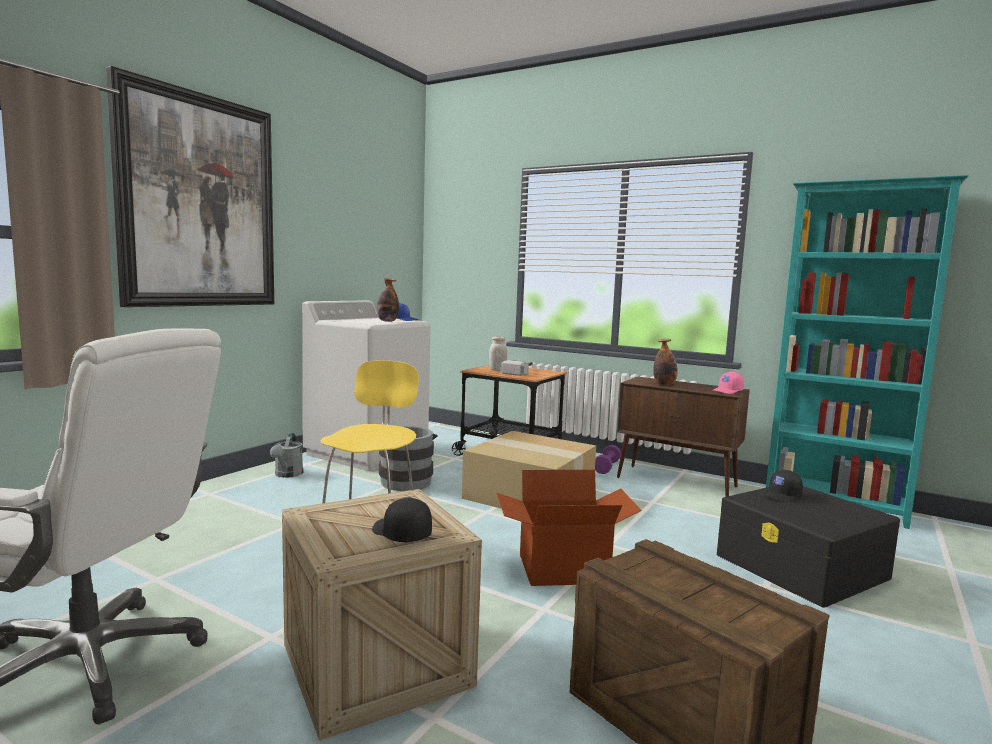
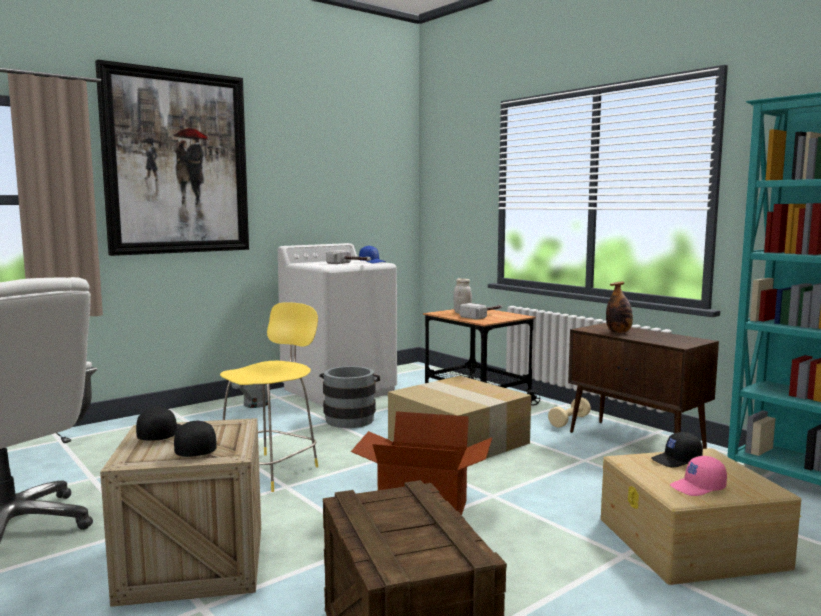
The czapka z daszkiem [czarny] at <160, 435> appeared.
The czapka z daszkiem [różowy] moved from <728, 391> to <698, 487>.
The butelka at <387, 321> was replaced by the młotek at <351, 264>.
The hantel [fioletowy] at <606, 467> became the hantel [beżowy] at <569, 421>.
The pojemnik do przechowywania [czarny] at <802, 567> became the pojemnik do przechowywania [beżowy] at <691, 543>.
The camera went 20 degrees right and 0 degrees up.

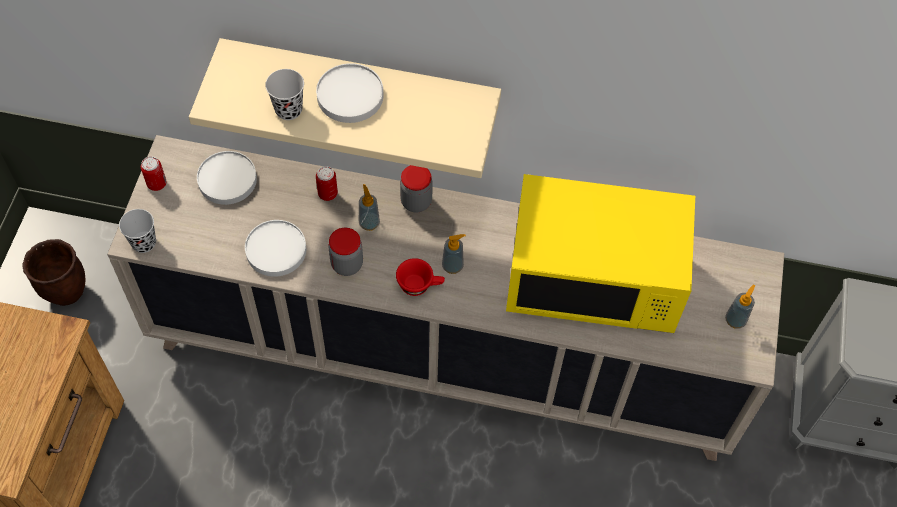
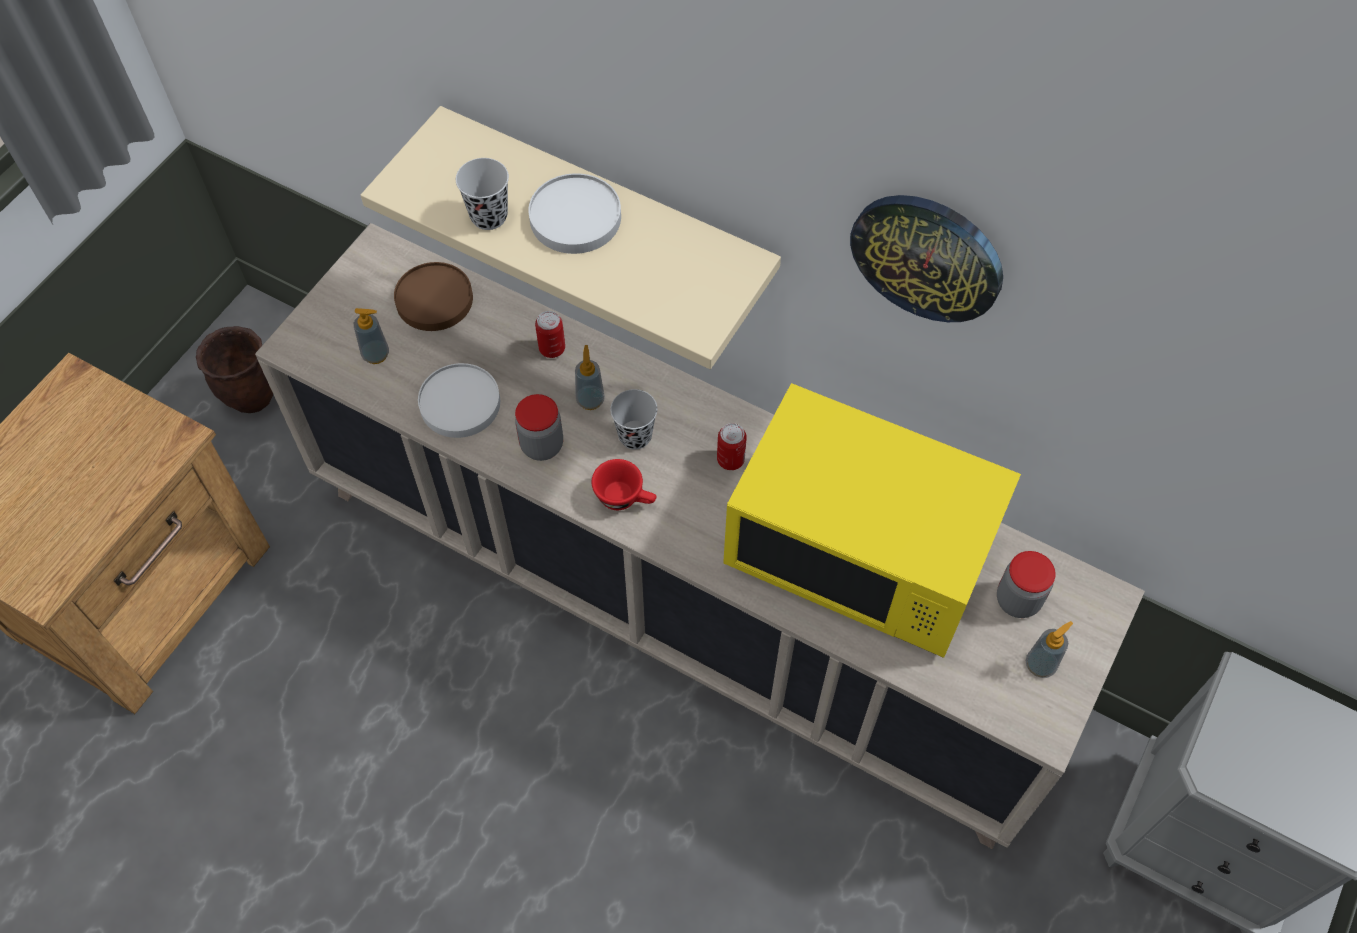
The zegar ścienny at <927, 256> appeared.
The filiżanka [czarny] moved from <144, 243> to <635, 436>.
The puszka moved from <156, 184> to <730, 460>.
The słoik moved from <416, 201> to <1017, 600>.
The dozownik mydła moved from <452, 266> to <376, 354>.
The talerz [biały] at <227, 179> became the talerz [brązowy] at <434, 299>.
The camera went 20 degrees right and 0 degrees up.

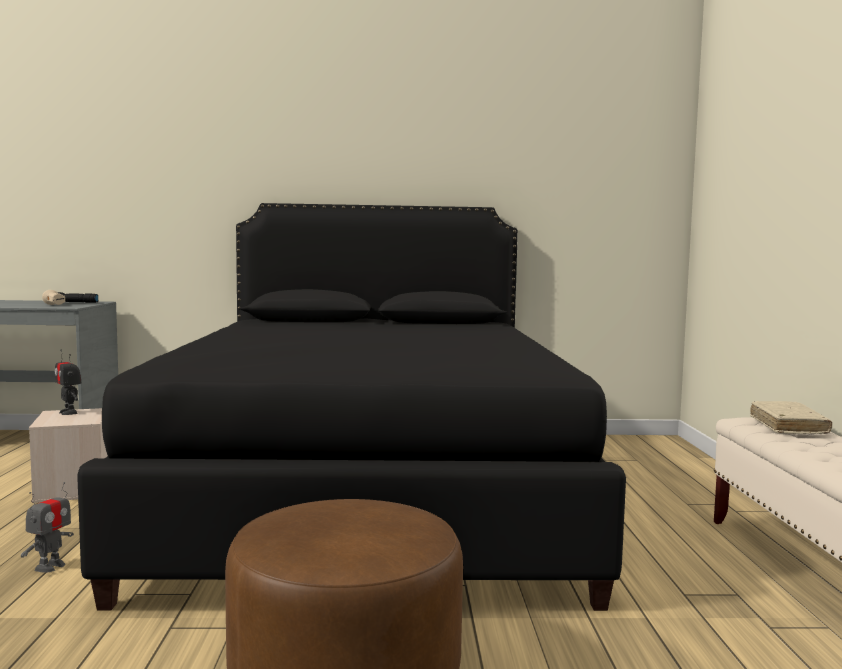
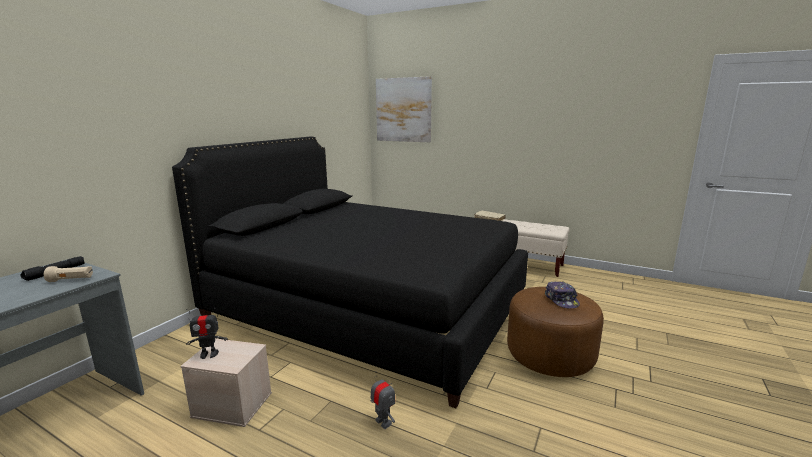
The obraz at <403, 110> appeared.
The czapka z daszkiem at <561, 300> appeared.
The camera went 60 degrees left and 10 degrees up.

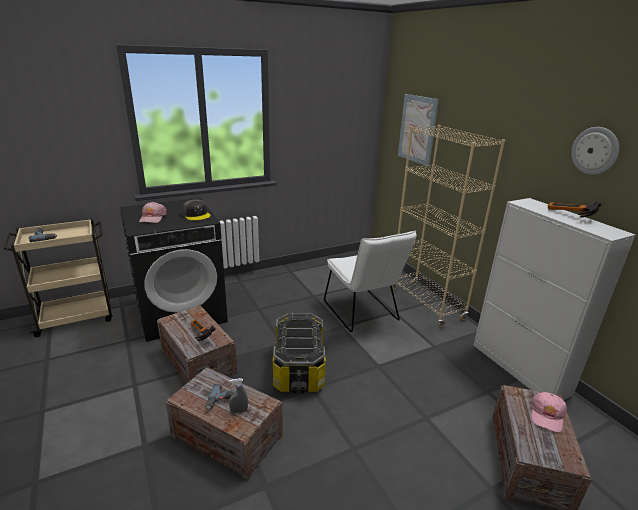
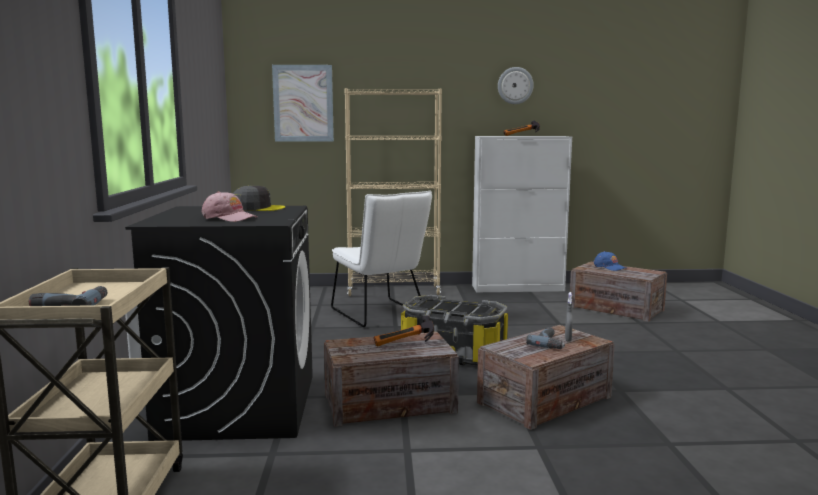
The czapka z daszkiem [różowy] at <547, 415> became the czapka z daszkiem [niebieski] at <609, 267>.
The krzesło [biały] at <363, 313> turned 60 degrees clockwise.
The camera went 65 degrees left and 15 degrees down.

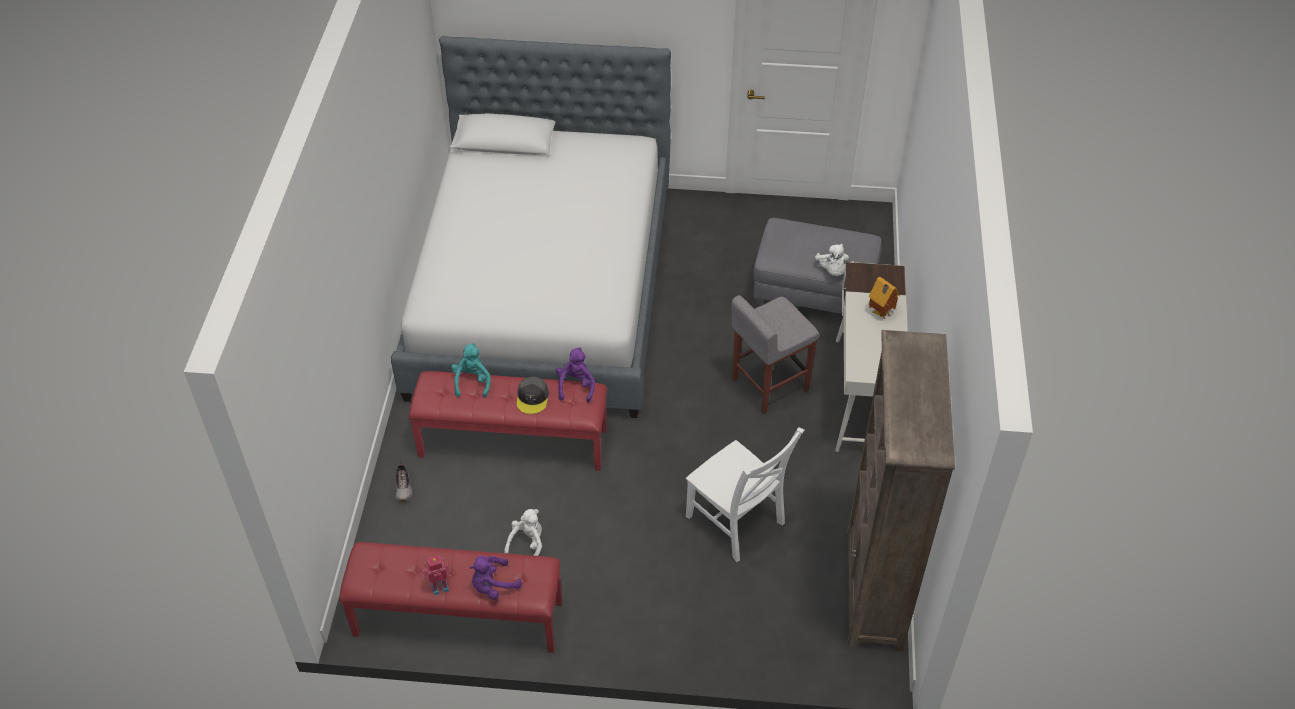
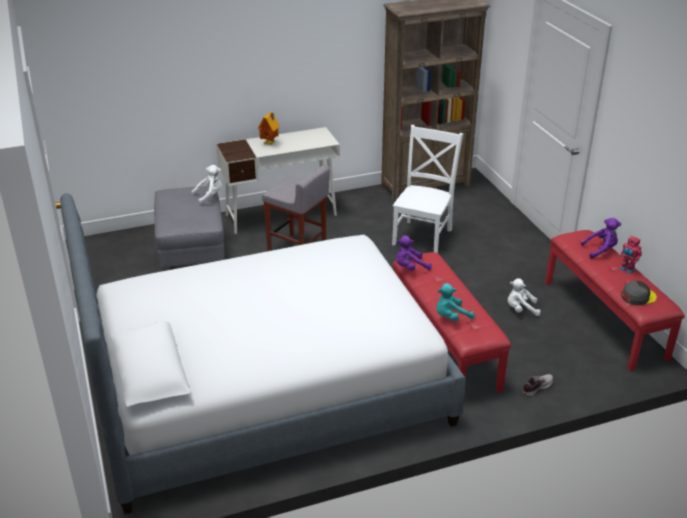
The czapka z daszkiem [szary] moved from <532, 398> to <638, 296>.
The pluszak [fioletowy] at <493, 586> turned 45 degrees counterclockwise.
The camera went 115 degrees left and 15 degrees down.

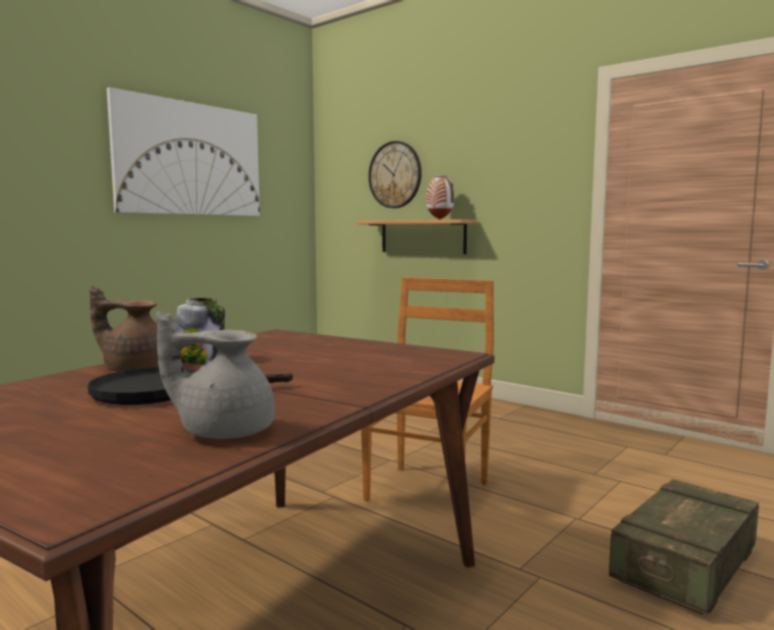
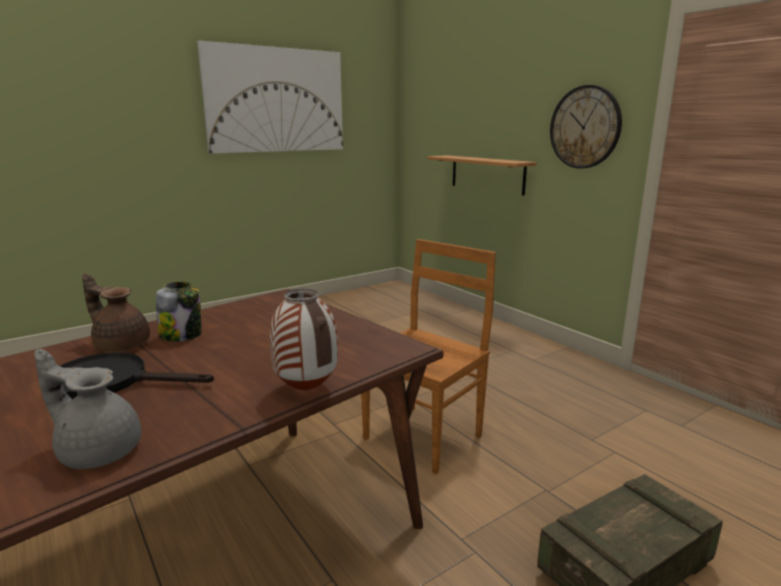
The zegar ścienny moved from <395, 175> to <585, 127>.
The wazon moved from <439, 219> to <305, 390>.
The camera went 15 degrees right and 10 degrees up.

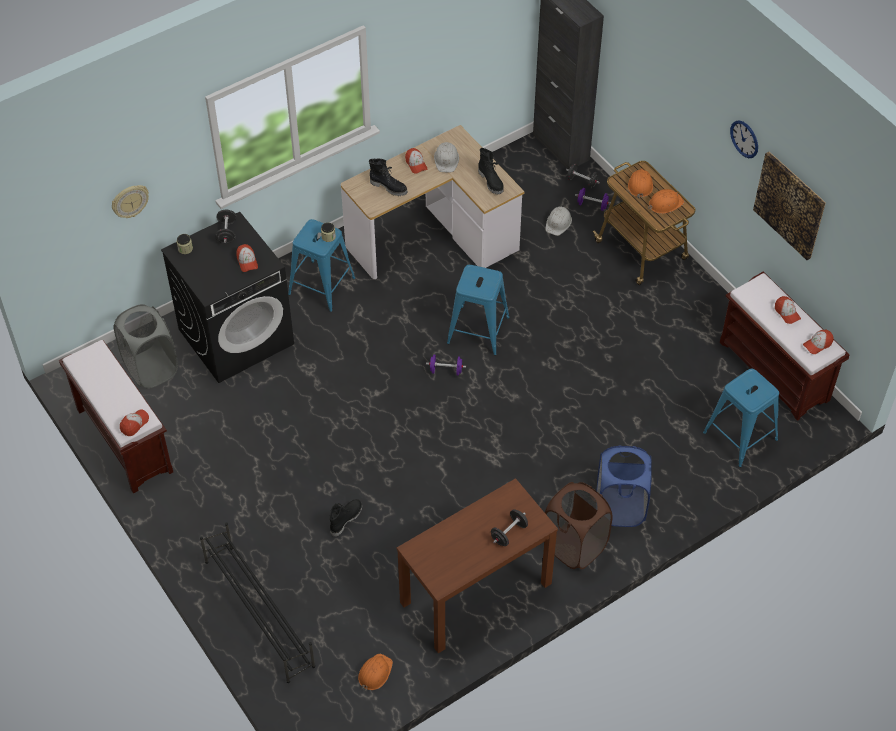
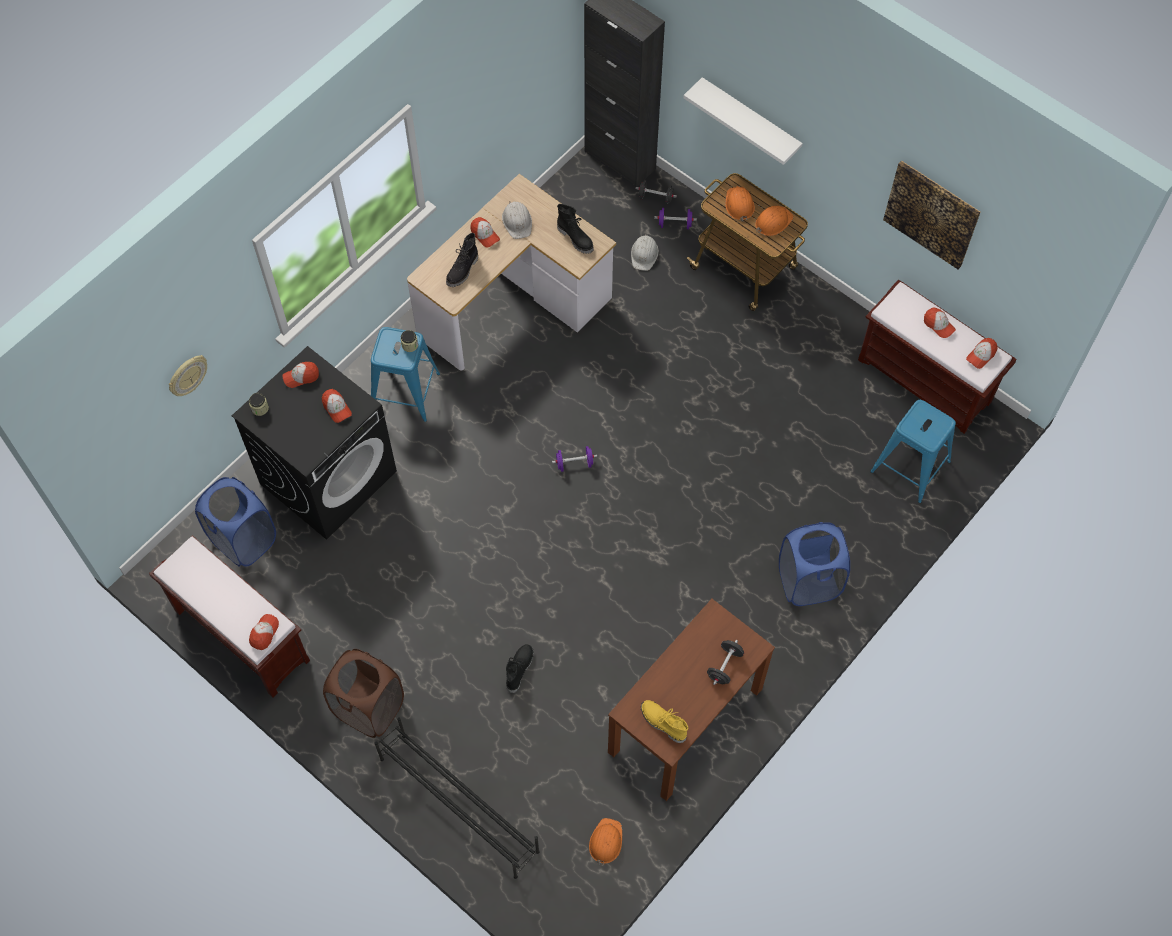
The stołek [niebieski] at <478, 330> disappeared.
The zegar ścienny at <744, 139> disappeared.
The but z cholewką [żółty] at <662, 723> appeared.
The półka [biały] at <750, 120> appeared.
The kosz na pranie [brązowy] moved from <574, 546> to <369, 708>.
The hantel [czarny] at <227, 233> was replaced by the czapka z daszkiem at <301, 377>.
The kosz na pranie [szary] at <151, 368> became the kosz na pranie [niebieski] at <243, 540>.
The but z cholewką [czarny] at <389, 187> turned 105 degrees clockwise.
The camera went 15 degrees left and 10 degrees up.

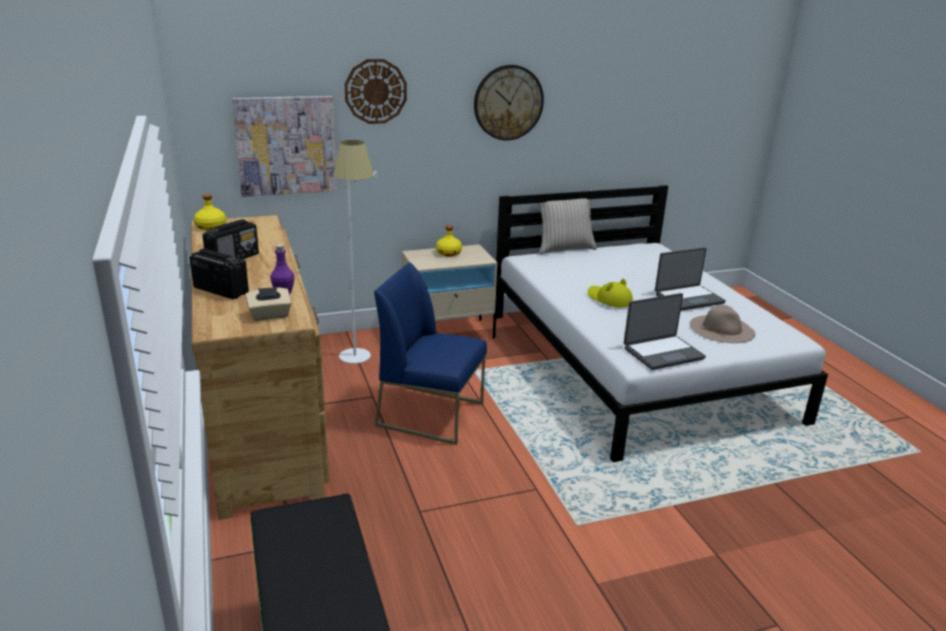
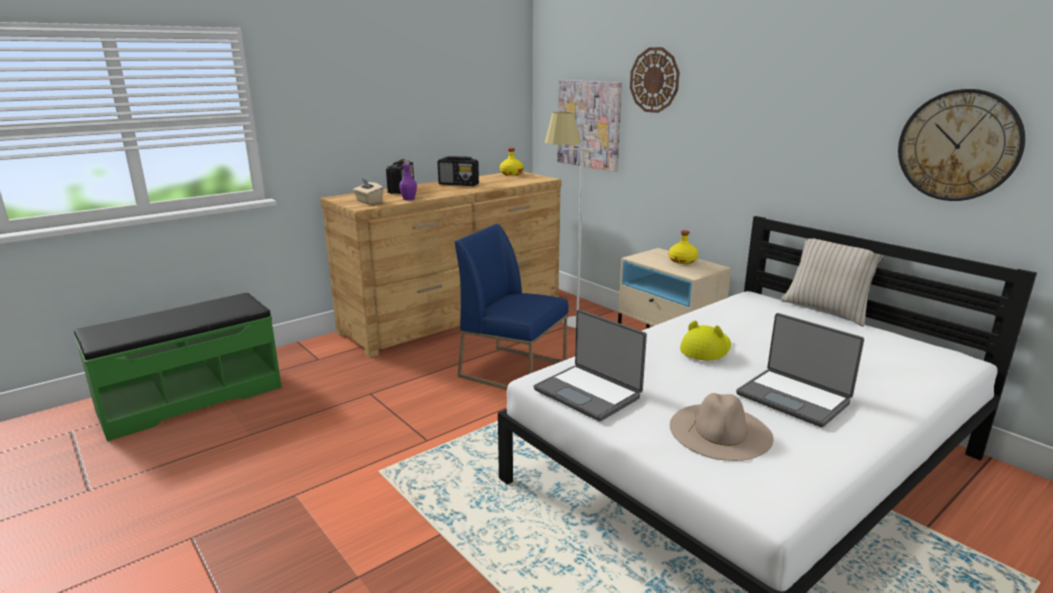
The zegar ścienny moved from <508, 102> to <958, 145>.
The krzesło [niebieski] at <431, 414> turned 60 degrees counterclockwise.
The camera went 70 degrees right and 5 degrees down.

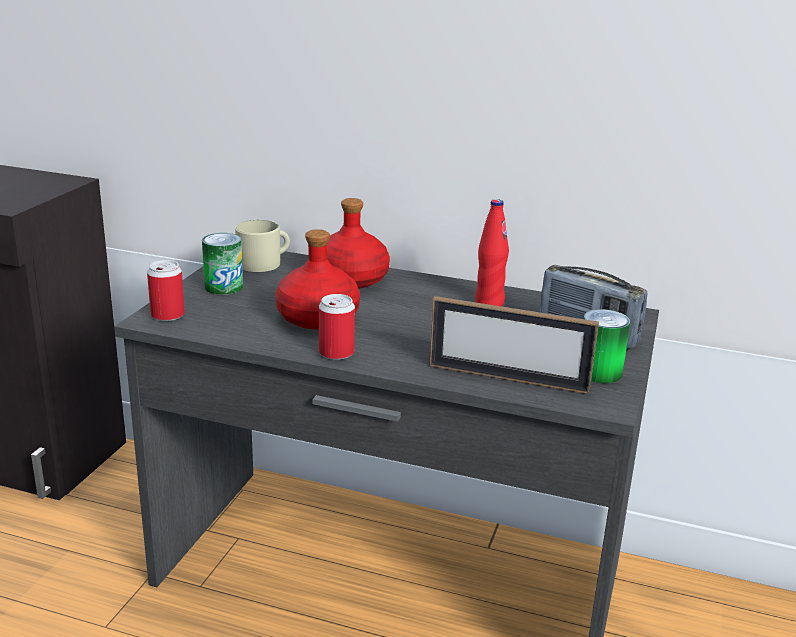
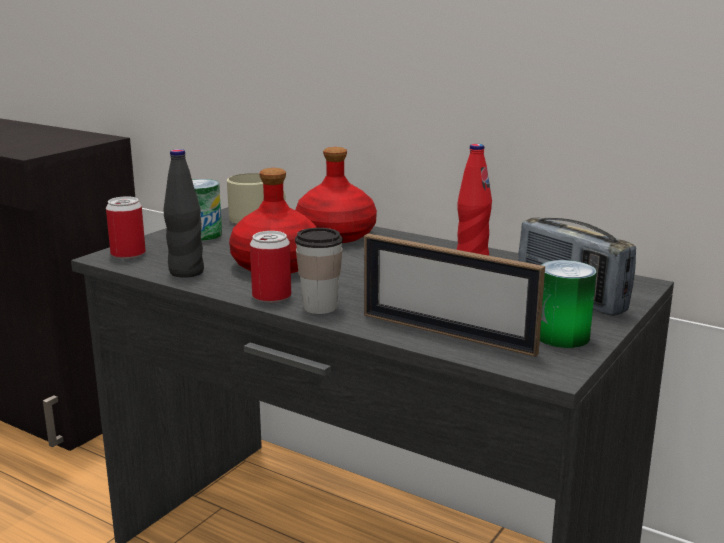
The butelka [czarny] at <186, 272> appeared.
The filiżanka at <320, 307> appeared.
The camera went 15 degrees right and 5 degrees down.

